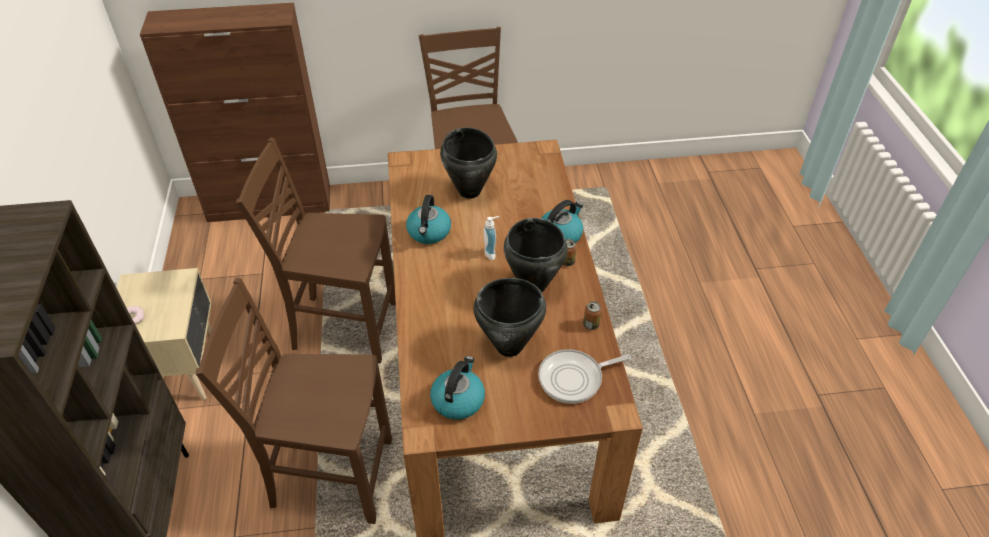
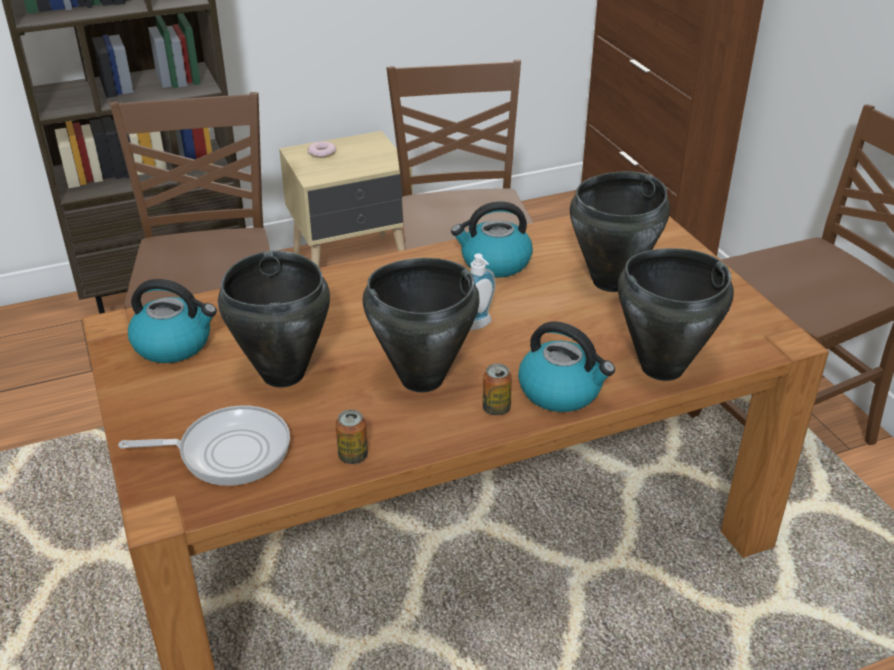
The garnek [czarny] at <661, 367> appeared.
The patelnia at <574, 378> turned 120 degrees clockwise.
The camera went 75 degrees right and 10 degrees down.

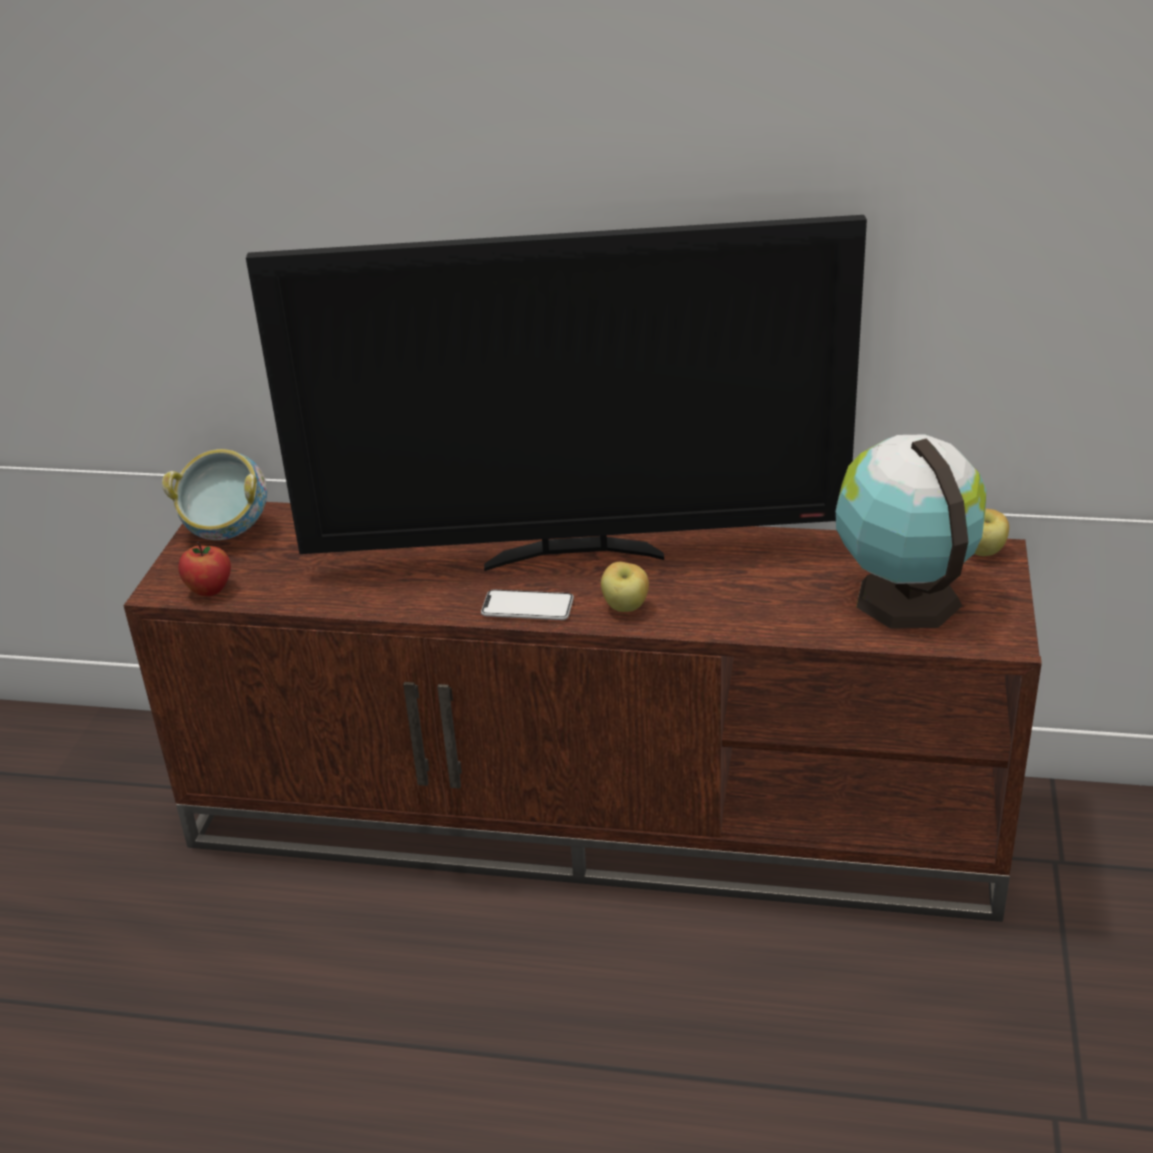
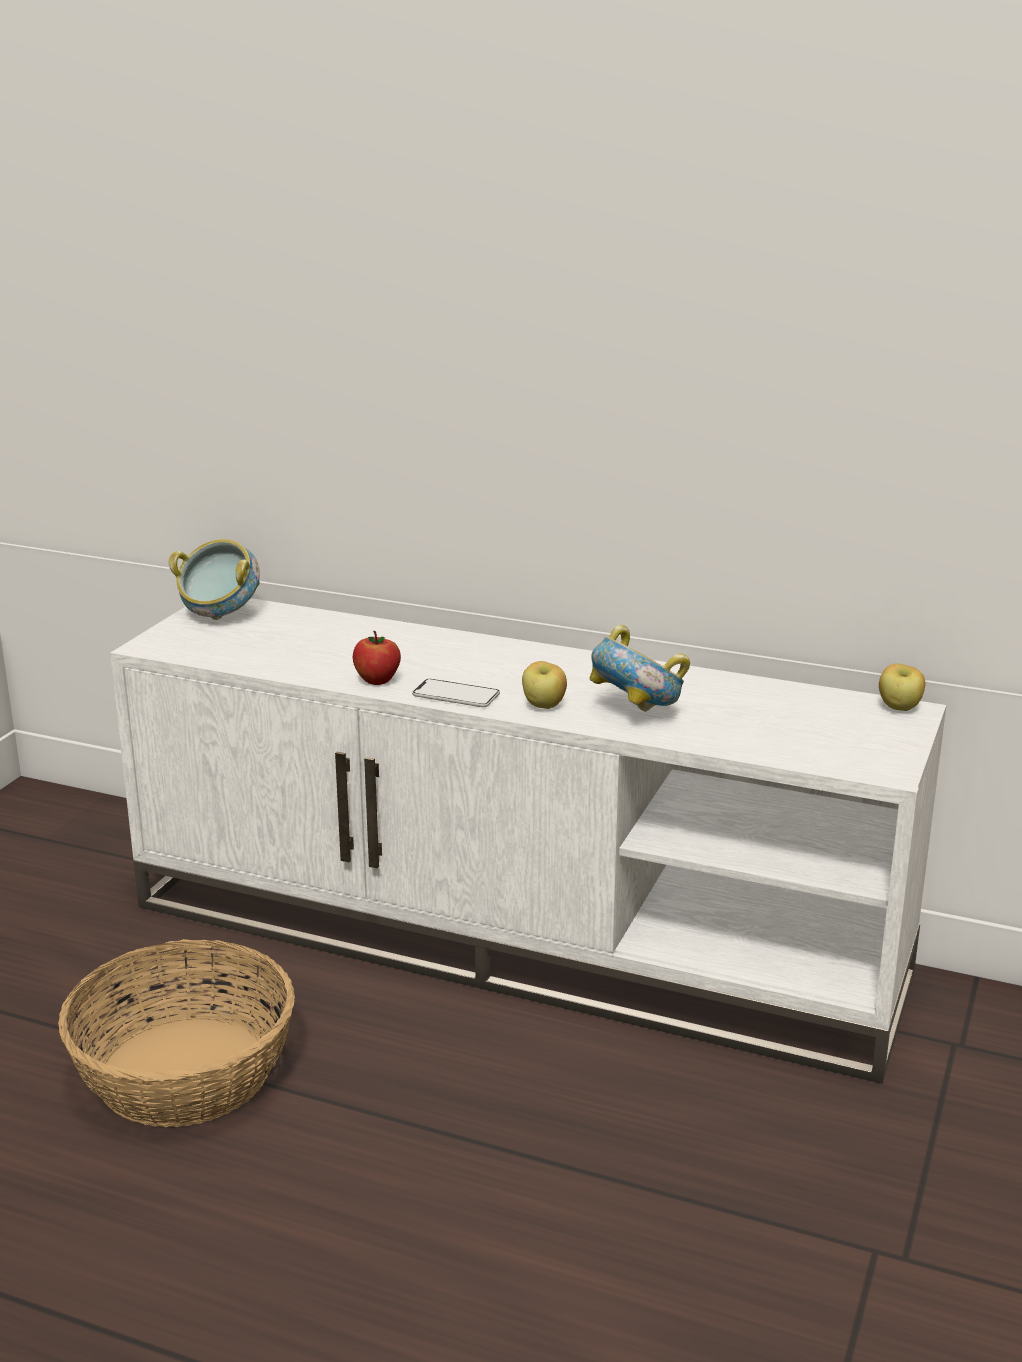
The telewizor at <575, 553> disappeared.
The globus at <903, 596> disappeared.
The koszyk at <183, 1071> appeared.
The miska at <637, 713> appeared.
The jabłko moved from <209, 590> to <377, 681>.
The szafka pod telewizor [brązowy] at <597, 814> became the szafka pod telewizor [biały] at <518, 938>.
The camera went 10 degrees right and 10 degrees down.

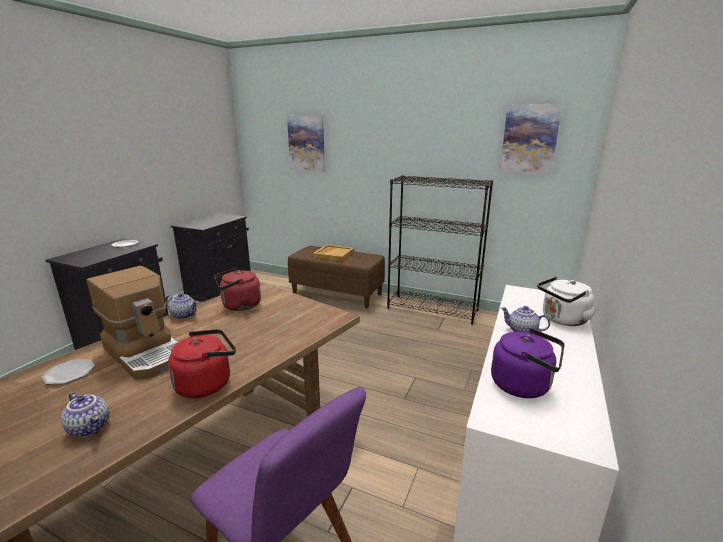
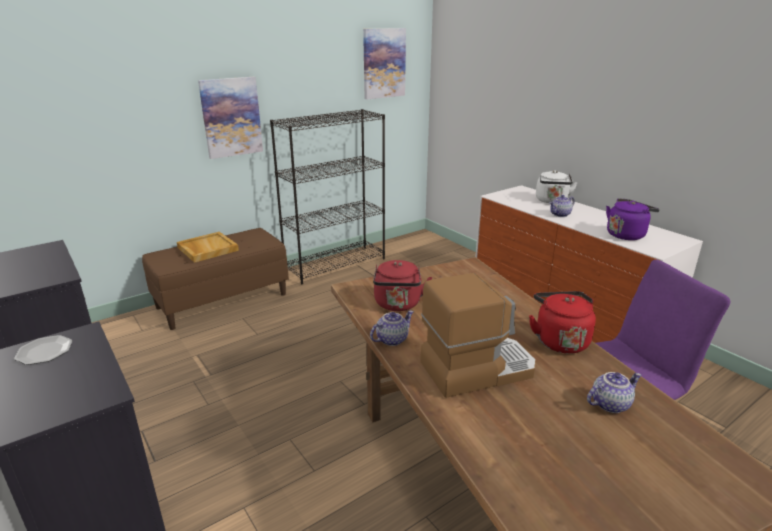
The talerz at <70, 373> disappeared.
The obraz moved from <306, 143> to <231, 117>.
The camera went 60 degrees left and 5 degrees up.

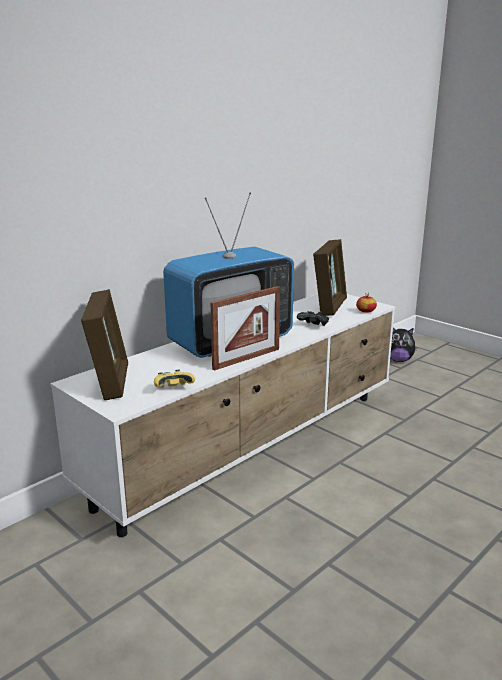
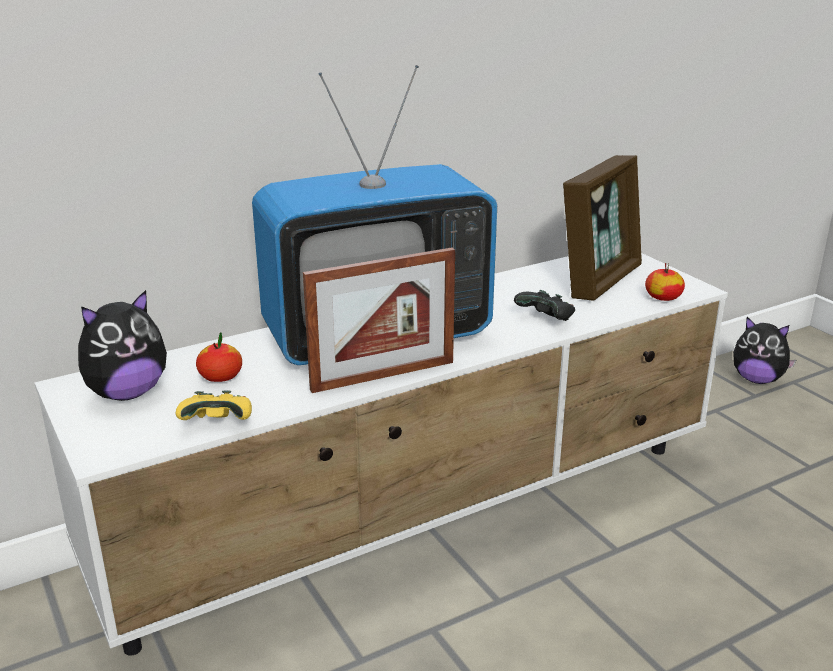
The jabłko at <220, 377> appeared.
The ramka na zdjęcie at <110, 381> was replaced by the pluszak at <127, 393>.
The camera went 15 degrees right and 5 degrees up.

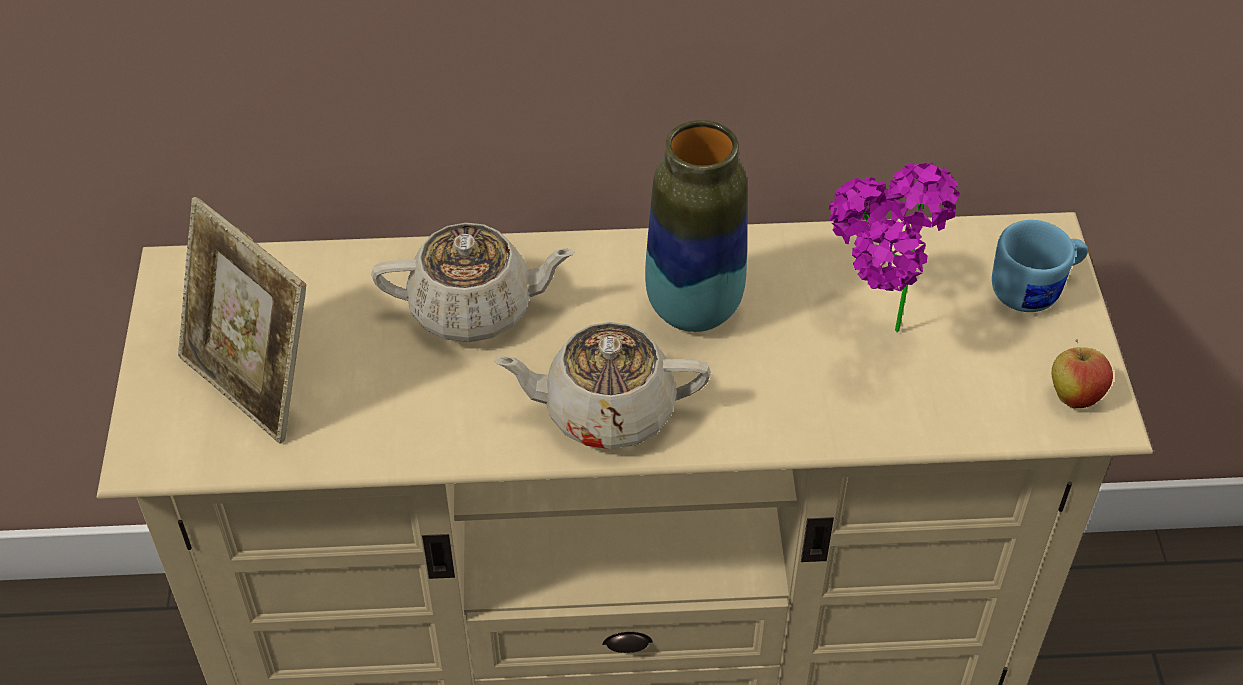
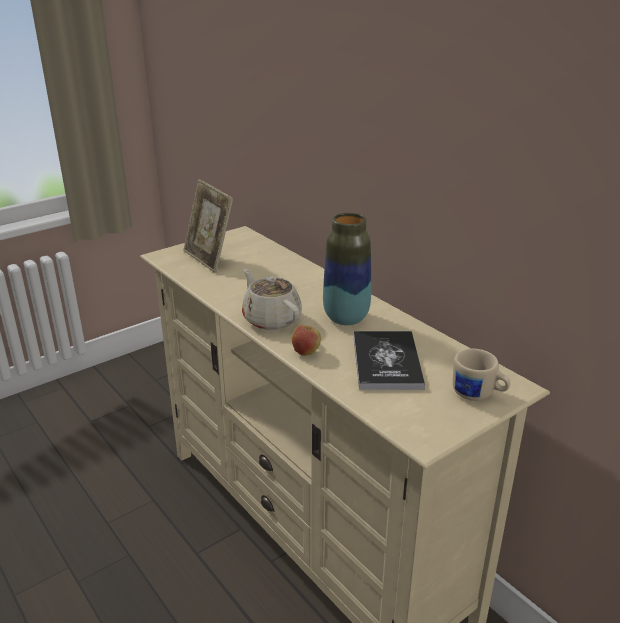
The imbryk [beżowy] at <474, 308> disappeared.
The jabłko moved from <1074, 396> to <306, 352>.
The roślina doniczkowa at <871, 337> was replaced by the książka at <387, 361>.
The kubek [niebieski] at <1035, 290> became the kubek [beżowy] at <478, 395>.
The ramka na zdjęcie at <254, 382> turned 45 degrees counterclockwise.
The camera went 55 degrees right and 20 degrees down.

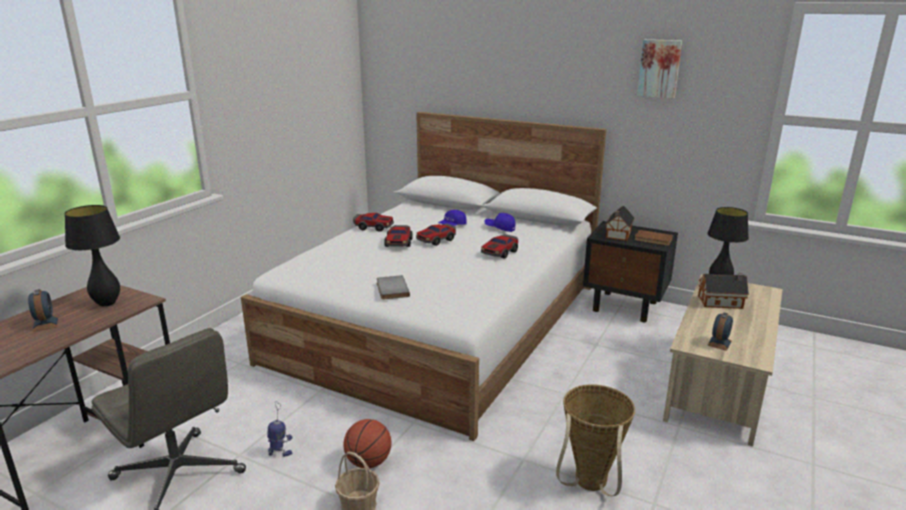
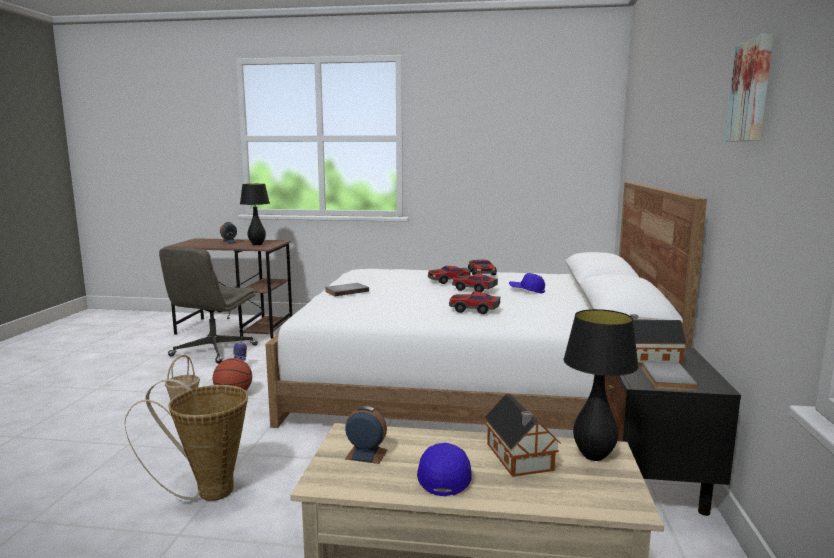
The czapka z daszkiem [niebieski] moved from <500, 228> to <444, 476>.
The książka [brązowy] at <653, 239> became the książka [szary] at <665, 378>.
The camera went 70 degrees right and 10 degrees down.

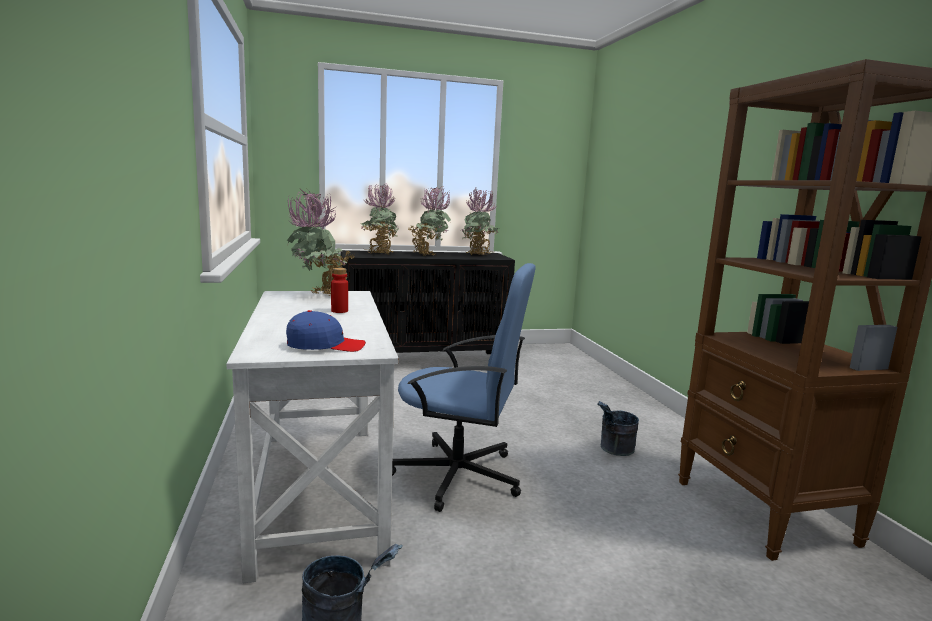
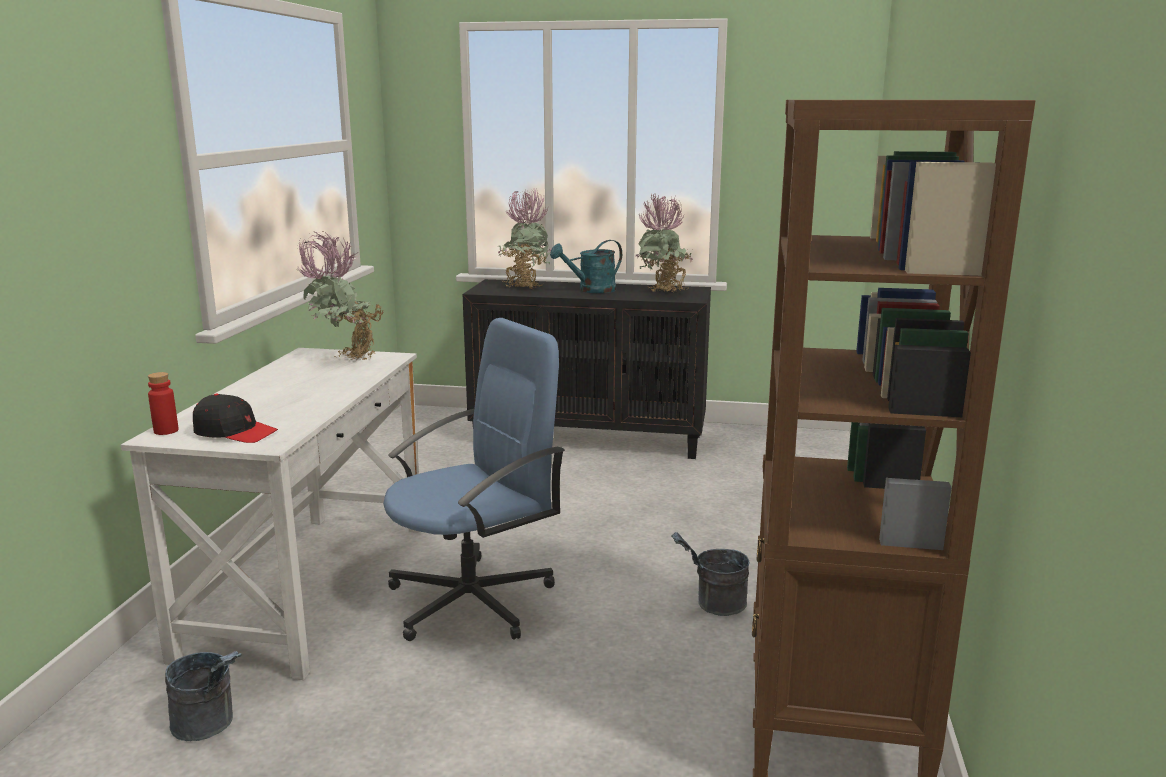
The butelka [czerwony] moved from <339, 311> to <166, 431>.
The roślina doniczkowa at <429, 255> was replaced by the konewka [turkusowy] at <591, 290>.
The czapka z daszkiem [niebieski] at <325, 345> became the czapka z daszkiem [czarny] at <235, 432>.
The krzesło biurowe [niebieski] at <459, 476> turned 75 degrees counterclockwise.
The camera went 25 degrees right and 5 degrees up.

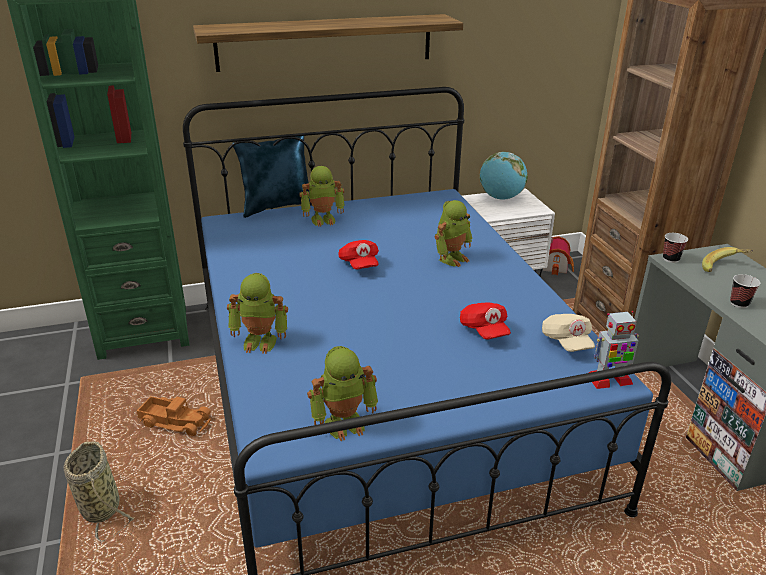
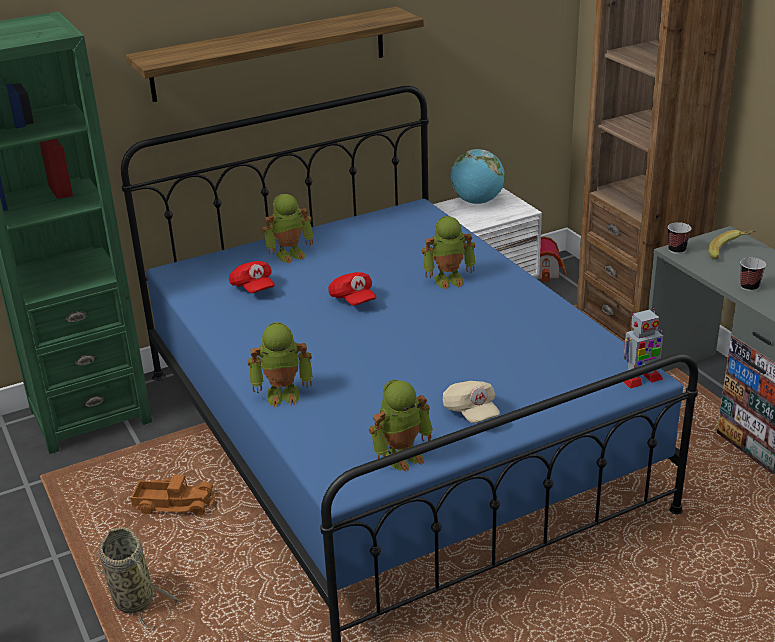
The poduszka [niebieski] at <277, 207> disappeared.
The czapka z daszkiem [czerwony] moved from <484, 330> to <253, 288>.
The czapka z daszkiem [beżowy] moved from <566, 342> to <470, 413>.
The robot zabawkowy at <451, 258> turned 45 degrees clockwise.
The camera went 10 degrees left and 0 degrees up.

